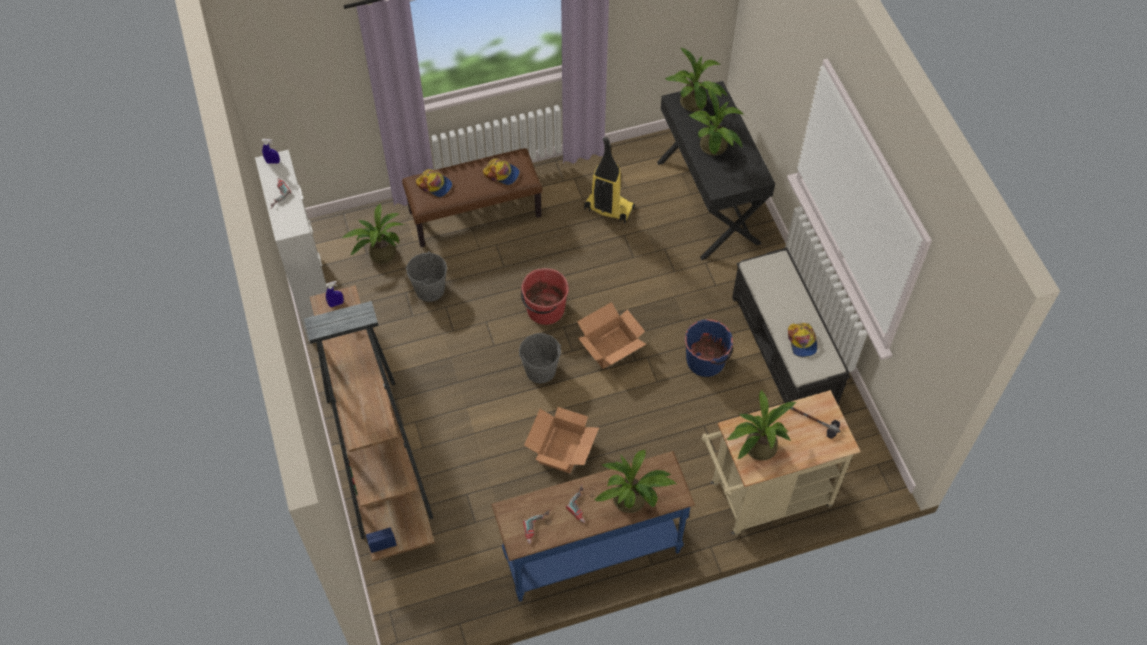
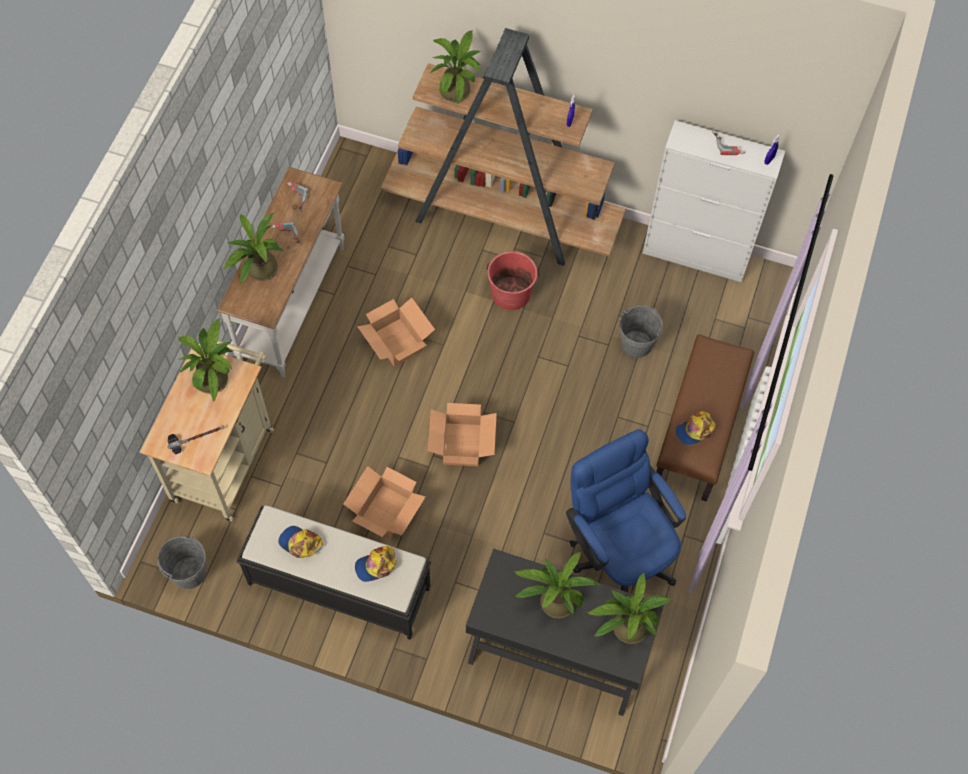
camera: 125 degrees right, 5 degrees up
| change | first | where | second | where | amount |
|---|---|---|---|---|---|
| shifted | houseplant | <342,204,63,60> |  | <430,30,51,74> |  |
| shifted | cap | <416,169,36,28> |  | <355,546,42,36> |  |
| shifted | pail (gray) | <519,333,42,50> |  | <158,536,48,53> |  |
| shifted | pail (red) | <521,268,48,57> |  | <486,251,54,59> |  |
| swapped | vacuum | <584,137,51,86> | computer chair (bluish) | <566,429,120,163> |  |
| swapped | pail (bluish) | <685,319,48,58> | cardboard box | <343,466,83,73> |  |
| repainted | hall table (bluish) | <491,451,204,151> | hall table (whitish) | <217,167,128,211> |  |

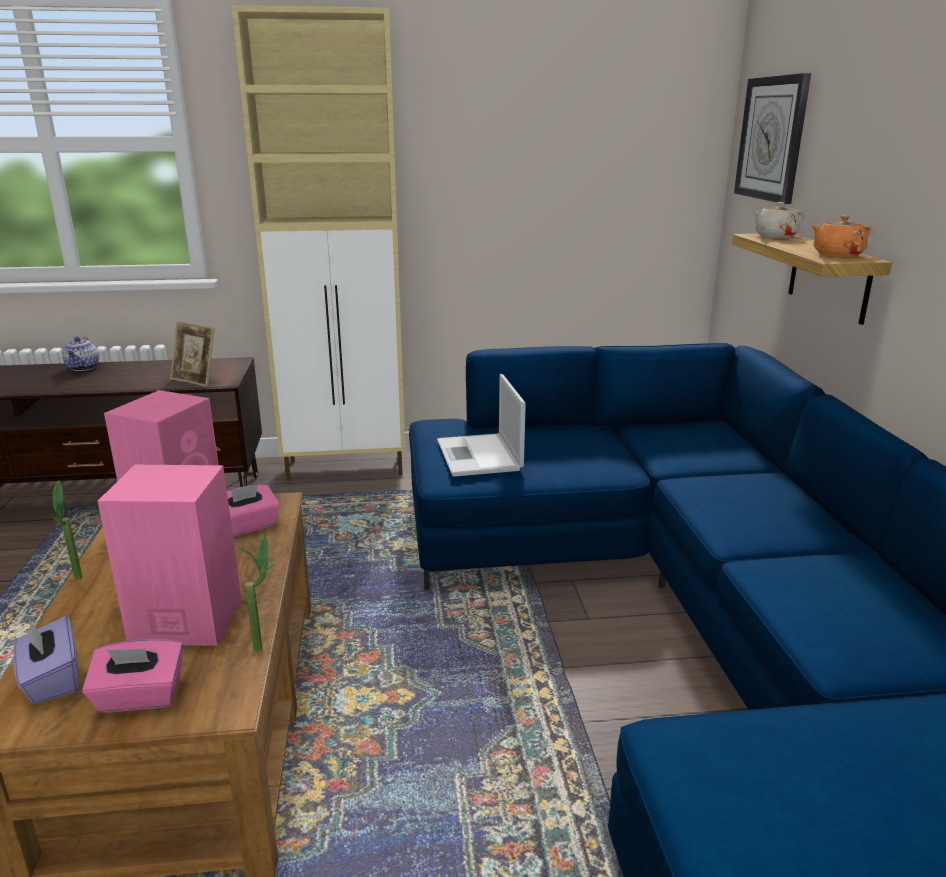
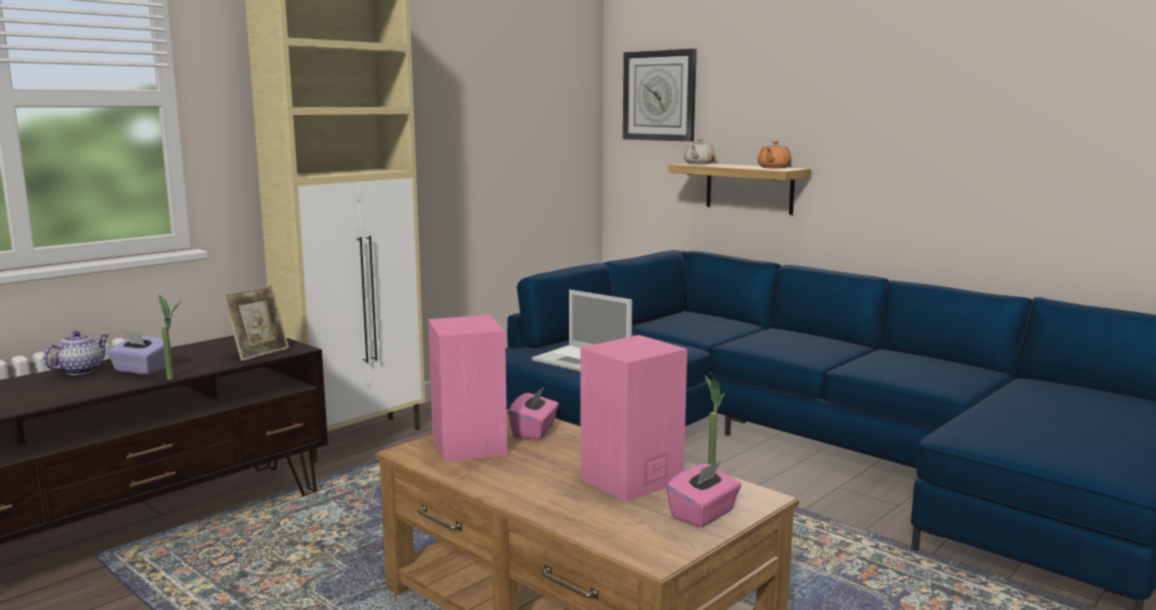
camera: 40 degrees left, 10 degrees down
| change | first | where | second | where | amount |
|---|---|---|---|---|---|
| shifted | tissue holder (purplish) | <14,616,65,88> |  | <107,331,64,44> |  |
| shifted | houseplant | <48,480,35,100> |  | <159,295,22,84> |  |
| rotated | pot for tea | <62,337,37,34> |  | <43,331,66,44> | 105 degrees counterclockwise |
| rotated | standing frame | <170,321,45,66> |  | <223,286,66,75> | 45 degrees counterclockwise |

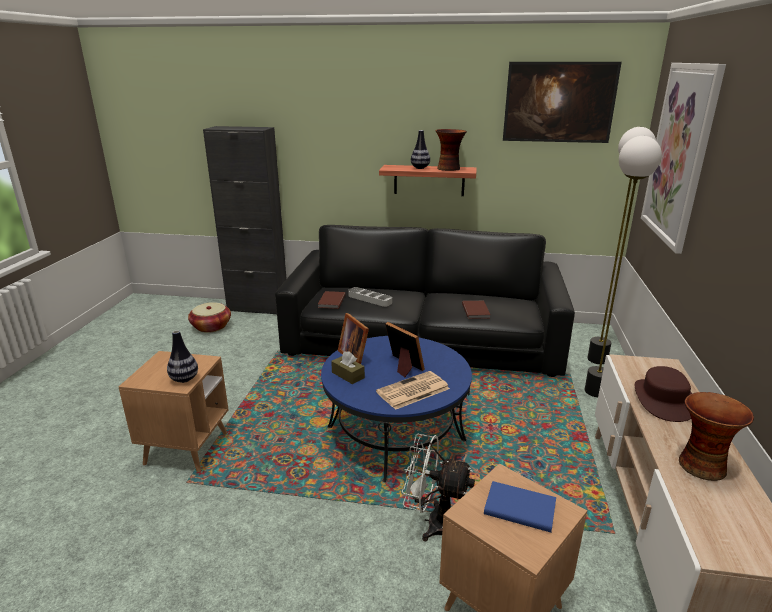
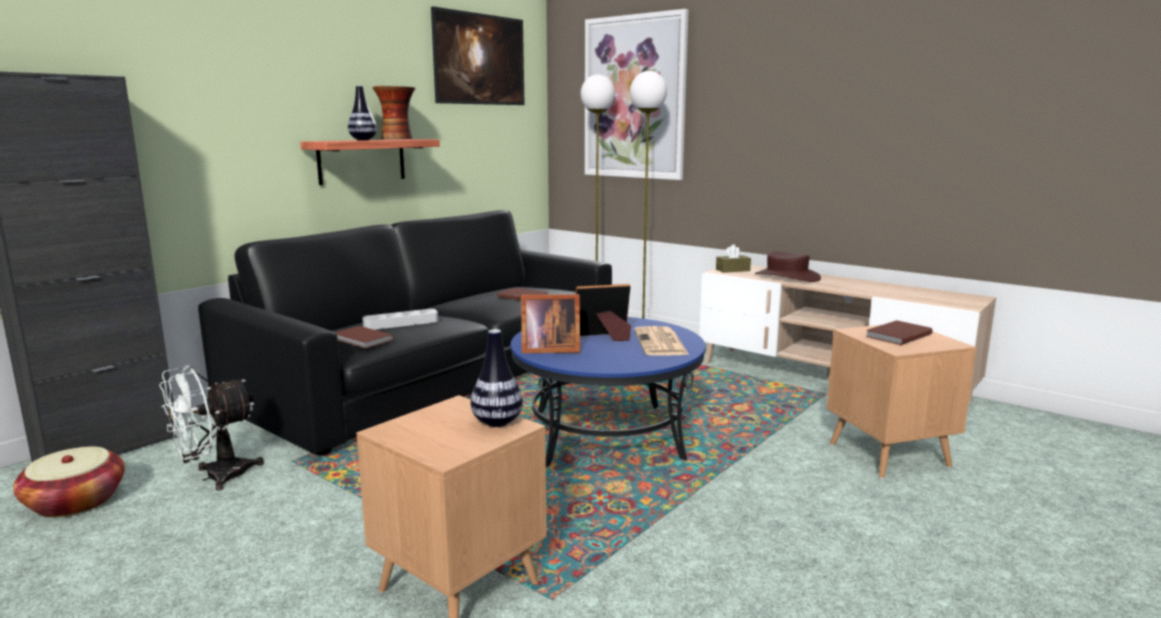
camera: 60 degrees left, 10 degrees down
| change | first | where | second | where | amount |
|---|---|---|---|---|---|
| gone | vase | <679,392,75,89> |  |  |  |
| shifted | tissue holder (brownish) | <331,351,34,33> |  | <716,245,35,28> |  |
| shifted | fan (whitish) | <402,434,73,107> |  | <159,366,105,125> |  |
| repainted | bound book (bluish) | <484,481,72,51> | bound book (brownish) | <866,320,67,25> |  |

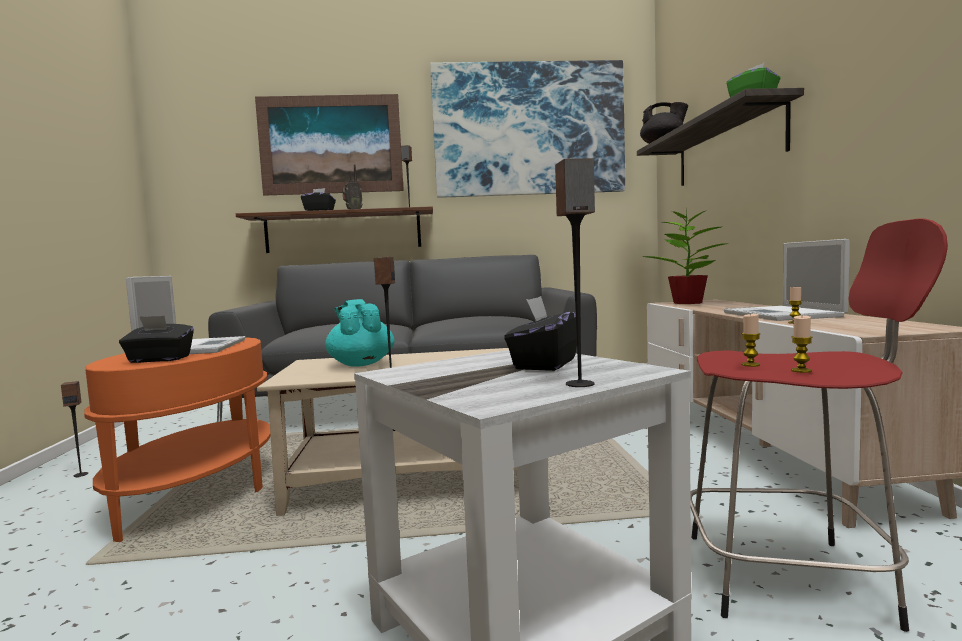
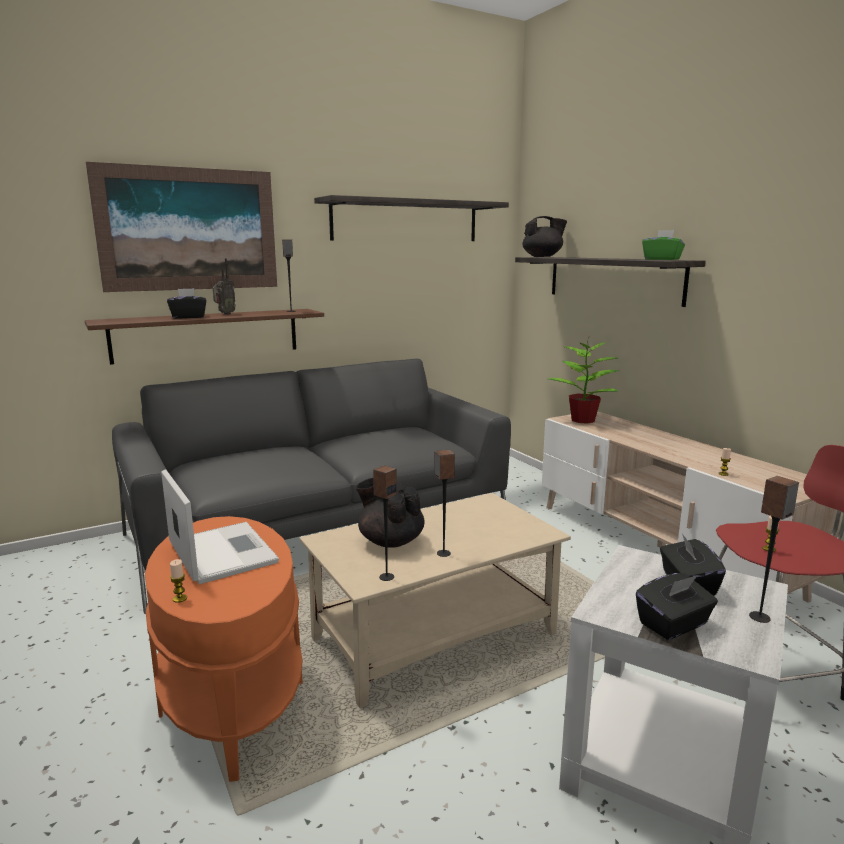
camera: 25 degrees left, 10 degrees up
| change | first | where | second | where | amount |
|---|---|---|---|---|---|
| gone | laptop | <724,239,126,82> |  |  |  |
| shifted | speaker | <61,381,27,96> |  | <373,465,24,116> |  |
| shifted | tissue holder (blackish) | <119,316,75,47> |  | <636,573,82,67> |  |
| shifted | wax light | <791,315,22,58> |  | <170,559,17,44> |  |
| swapped | wall art | <430,60,195,138> | shelf | <314,195,195,46> |  |
| repainted | pot for tea (turquoise-coloured) | <325,299,70,68> | pot for tea (blackish) | <356,478,68,70> |  |

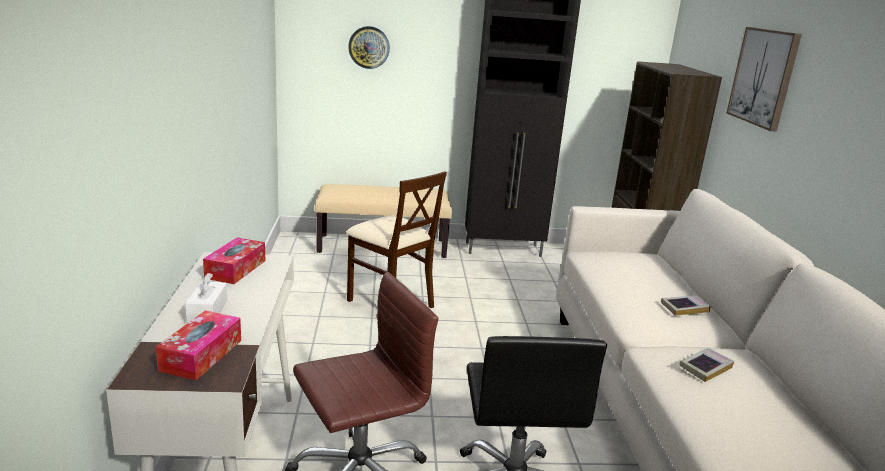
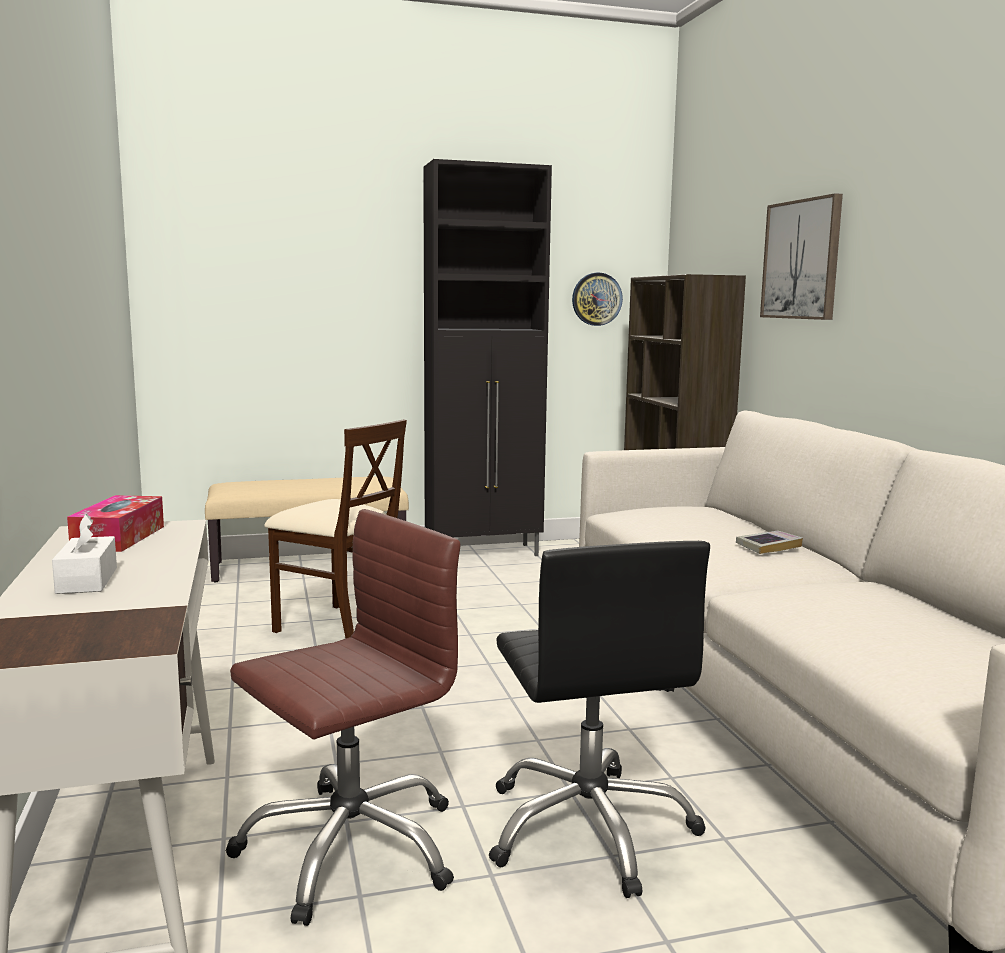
camera: 10 degrees left, 10 degrees down
| change | first | where | second | where | amount |
|---|---|---|---|---|---|
| gone | tissue holder | <156,311,85,69> |  |  |  |
| gone | bound book | <679,348,56,34> |  |  |  |
| shifted | wall clock | <348,26,42,43> |  | <572,273,51,53> |  |

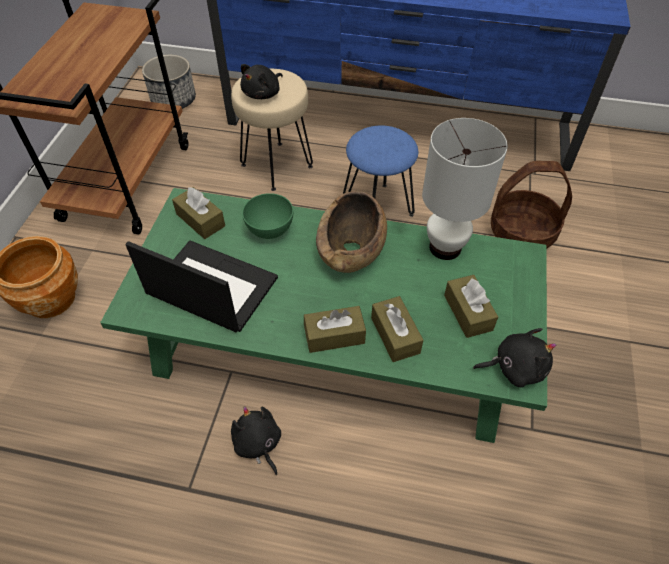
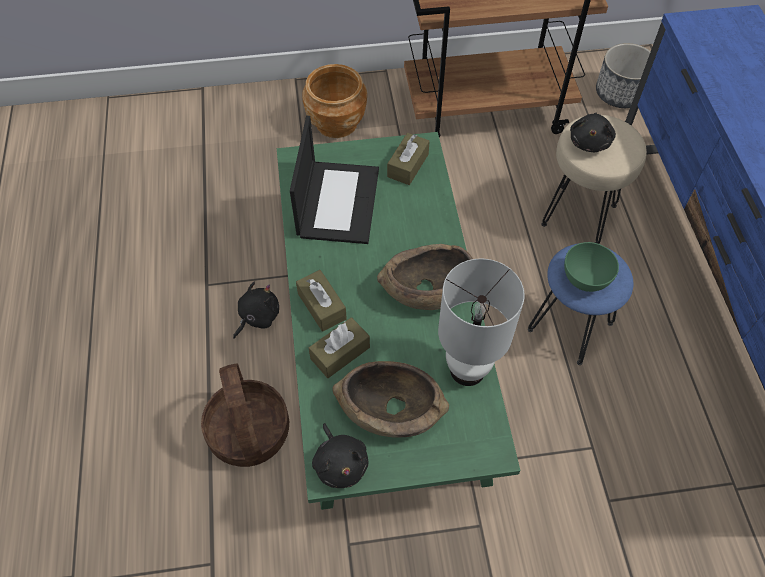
camera: 70 degrees right, 5 degrees up
| change | first | where | second | where | amount |
|---|---|---|---|---|---|
| shifted | deep dish (green) | <242,193,51,46> |  | <564,242,55,50> |  |
| shifted | household basket | <491,161,81,88> |  | <201,363,88,104> |  |
| swapped | tissue holder (brownish) | <444,275,54,63> | deep dish (brownish) | <332,361,117,76> |  |
| rotated | plush toy (blackish) | <240,64,43,35> |  | <570,113,46,39> | 90 degrees counterclockwise |

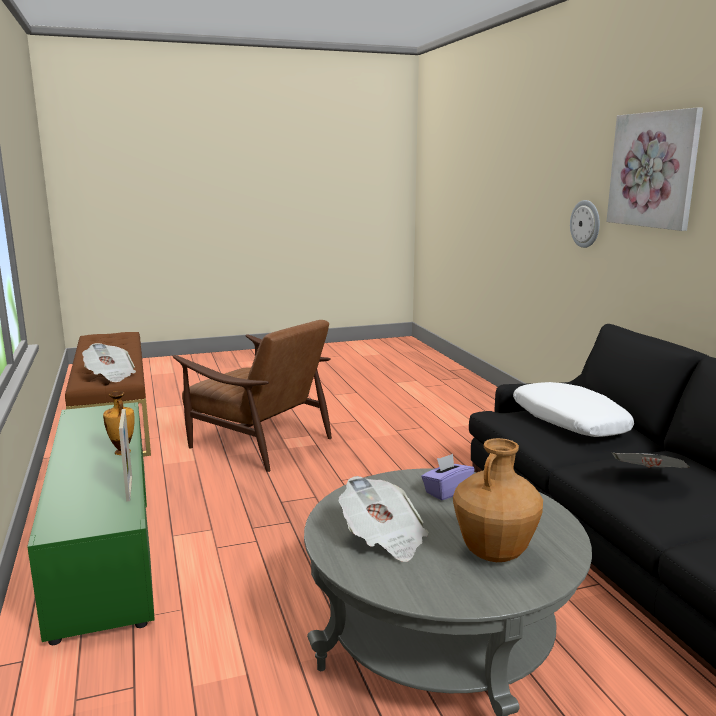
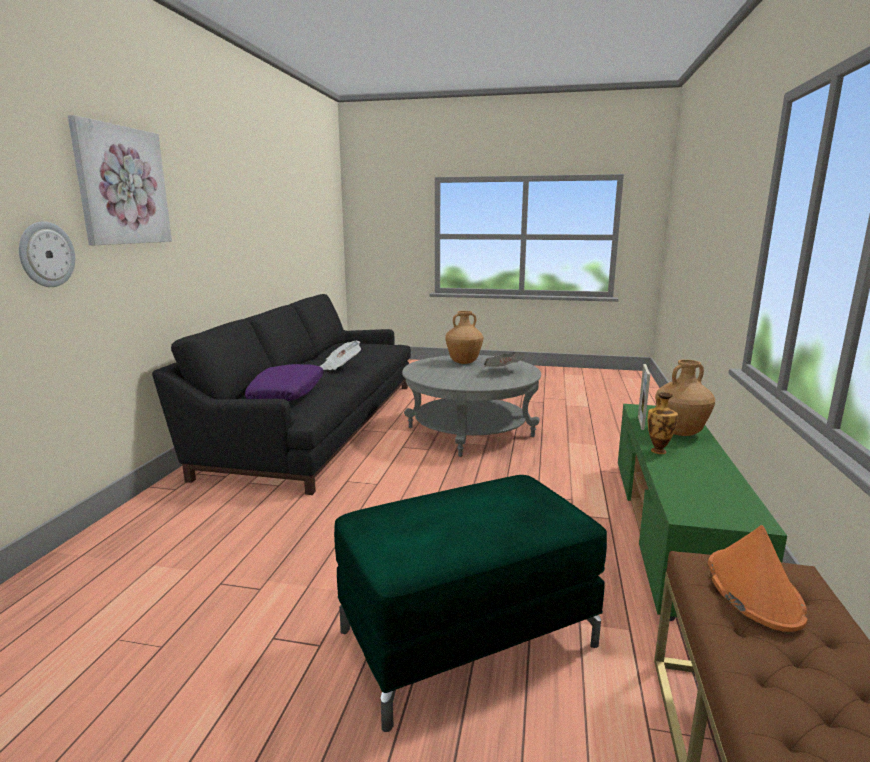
camera: 150 degrees left, 0 degrees up
| change | first | where | second | where | amount |
|---|---|---|---|---|---|
| gone | tissue holder (purplish) | <421,454,54,47> |  |  |  |
| new |  |  | vase (brownish) | <655,359,60,77> |  |
| swapped | newspaper | <82,343,54,39> | hat (orangey) | <708,525,100,107> |  |
| swapped | lounge chair (brownish) | <172,320,160,152> | footrest (green) | <334,475,273,257> |  |
| repainted | pillow (whitish) | <513,382,121,55> | pillow (purplish) | <245,364,79,37> |  |

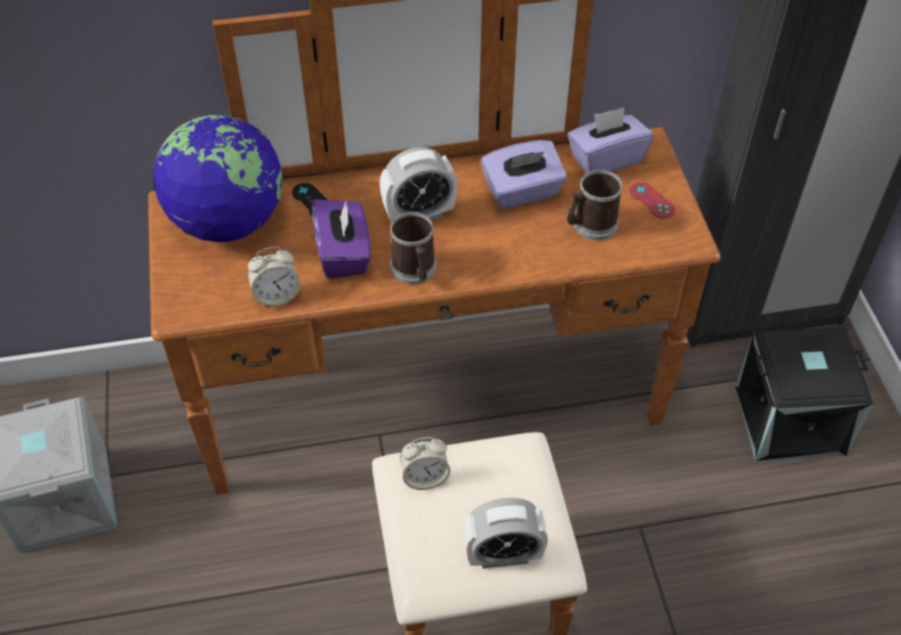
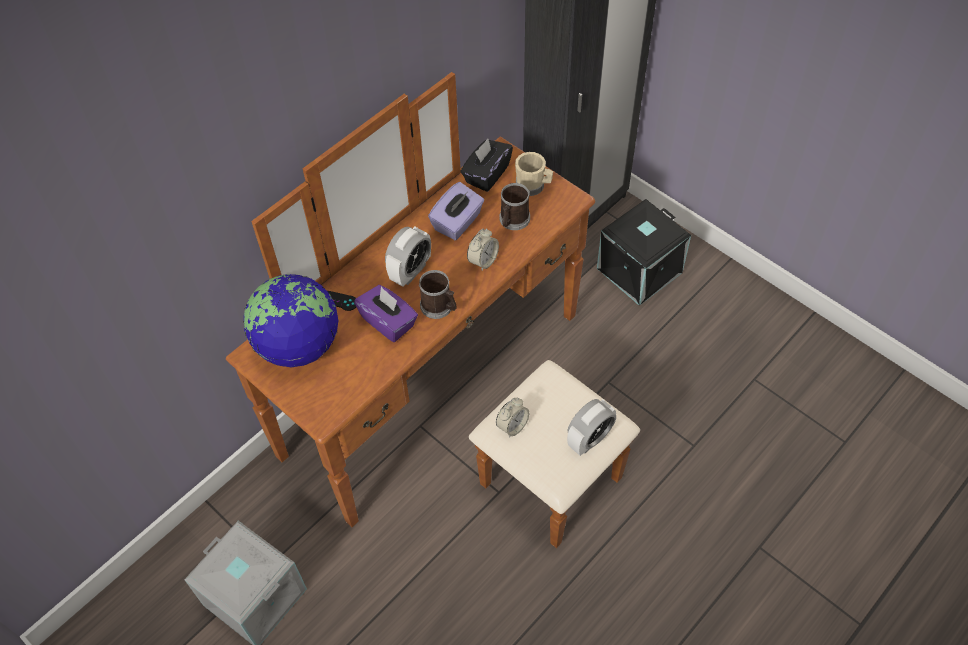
camera: 35 degrees left, 5 degrees up
| change | first | where | second | where | amount |
|---|---|---|---|---|---|
| shifted | table clock | <248,247,52,60> |  | <467,228,32,43> |  |
| swapped | gamepad (red) | <630,182,46,37> | mug (beige-coloured) | <515,152,38,44> |  |
| repainted | tissue holder (purplish) | <567,107,86,66> | tissue holder (blackish) | <461,139,52,53> |  |

